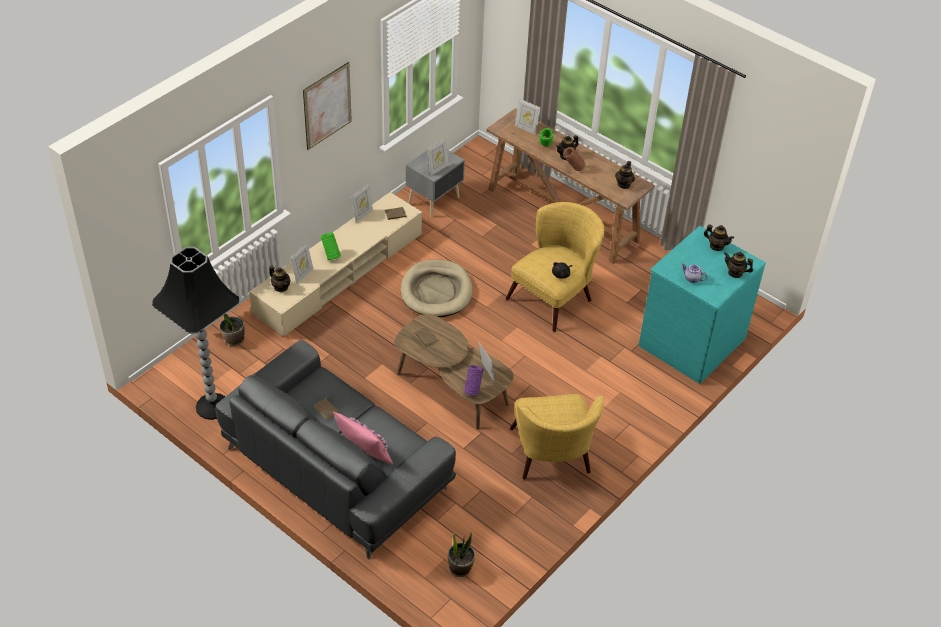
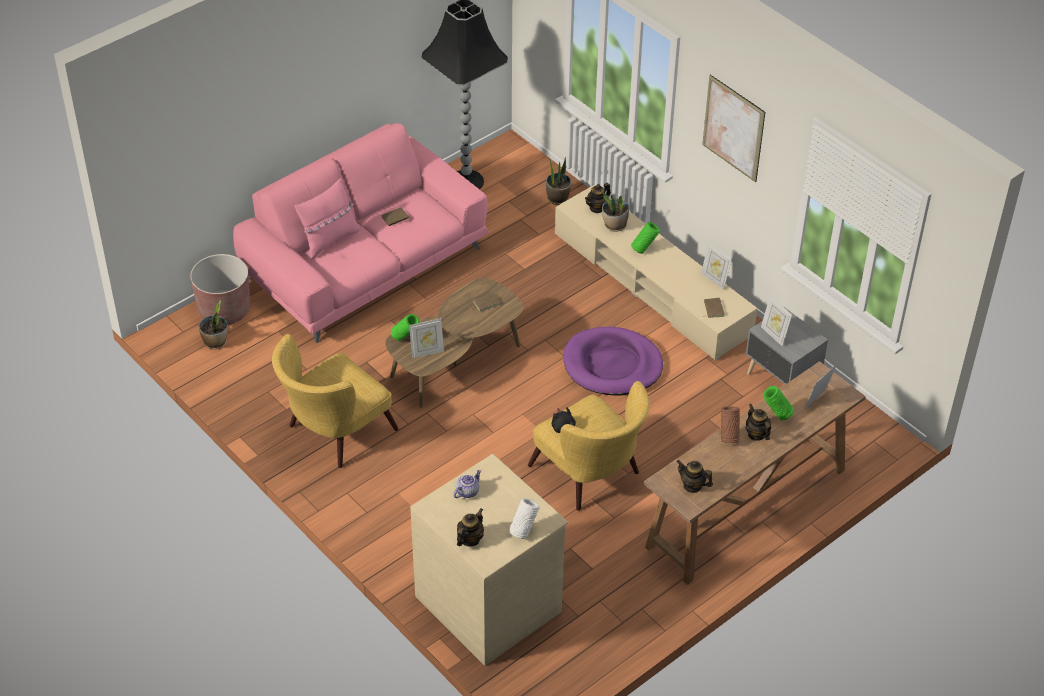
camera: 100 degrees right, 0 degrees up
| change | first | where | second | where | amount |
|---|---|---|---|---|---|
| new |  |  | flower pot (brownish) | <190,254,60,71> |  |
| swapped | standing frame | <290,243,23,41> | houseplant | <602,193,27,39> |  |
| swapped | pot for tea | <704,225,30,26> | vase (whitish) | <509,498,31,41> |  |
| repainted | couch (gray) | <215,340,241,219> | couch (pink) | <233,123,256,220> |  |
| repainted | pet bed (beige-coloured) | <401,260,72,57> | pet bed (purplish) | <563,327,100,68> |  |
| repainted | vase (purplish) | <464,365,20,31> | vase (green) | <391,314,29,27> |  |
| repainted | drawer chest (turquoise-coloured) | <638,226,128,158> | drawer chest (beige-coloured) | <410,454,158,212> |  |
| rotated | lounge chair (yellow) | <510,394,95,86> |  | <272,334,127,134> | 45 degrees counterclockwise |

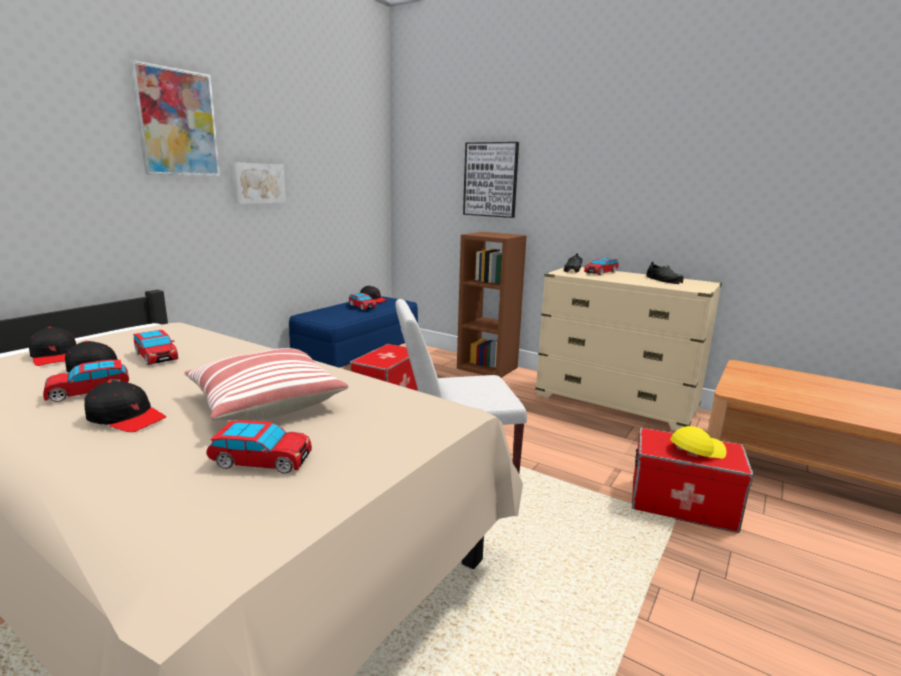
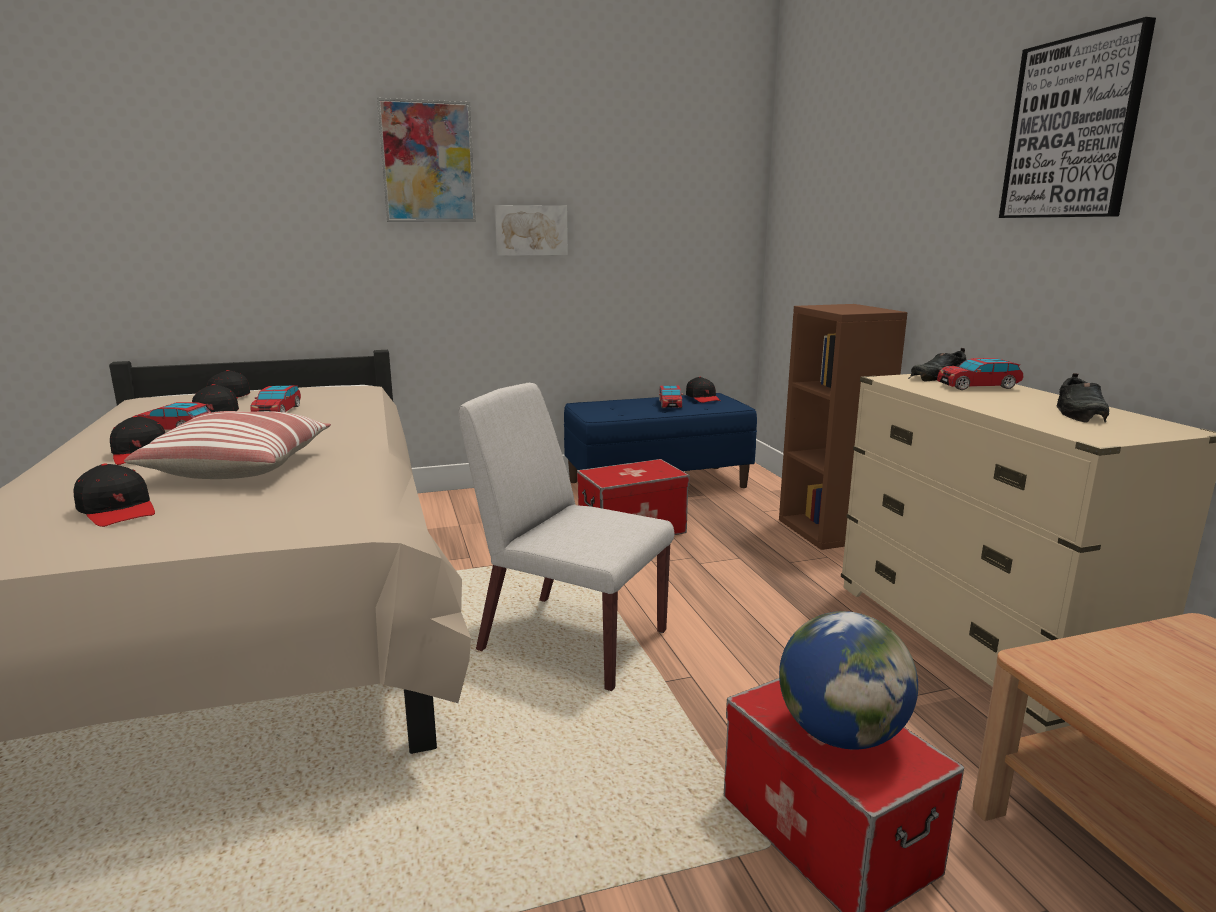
camera: 40 degrees right, 0 degrees up
| change | first | where | second | where | amount |
|---|---|---|---|---|---|
| shifted | wall art | <463,142,56,76> |  | <999,17,157,201> |  |
| swapped | toy car | <206,420,106,54> | cap (blackish) | <73,463,82,64> |  |
| swapped | cap (yellow) | <670,426,56,33> | desk globe | <779,611,139,139> |  |

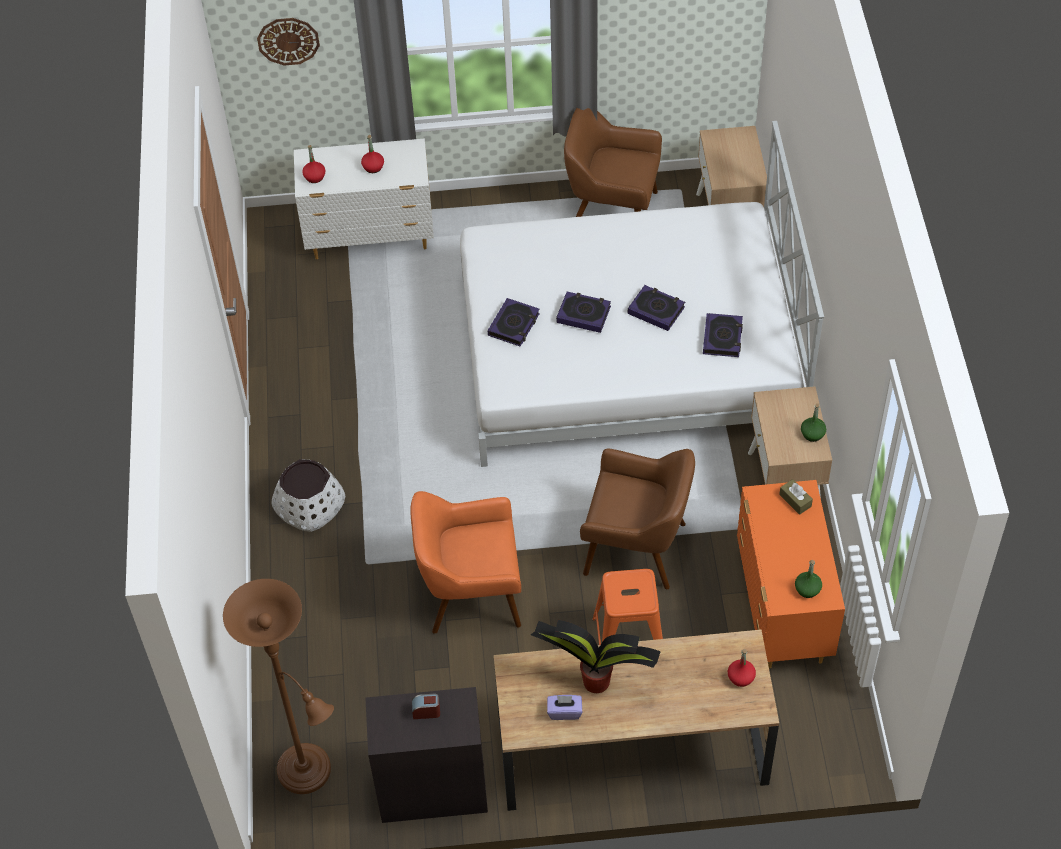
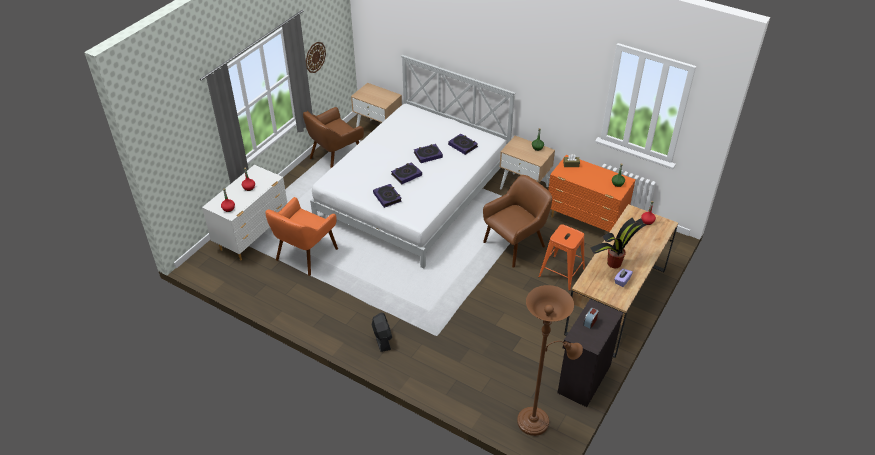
camera: 55 degrees left, 10 degrees down
| change | first | where | second | where | amount |
|---|---|---|---|---|---|
| shifted | wall clock | <257,18,63,48> |  | <306,42,20,31> |  |
| shifted | lounge chair (orangey) | <410,491,111,143> |  | <266,197,72,79> |  |
| swapped | flower pot (whitish) | <272,459,73,73> | fan (blackish) | <372,313,20,39> |  |

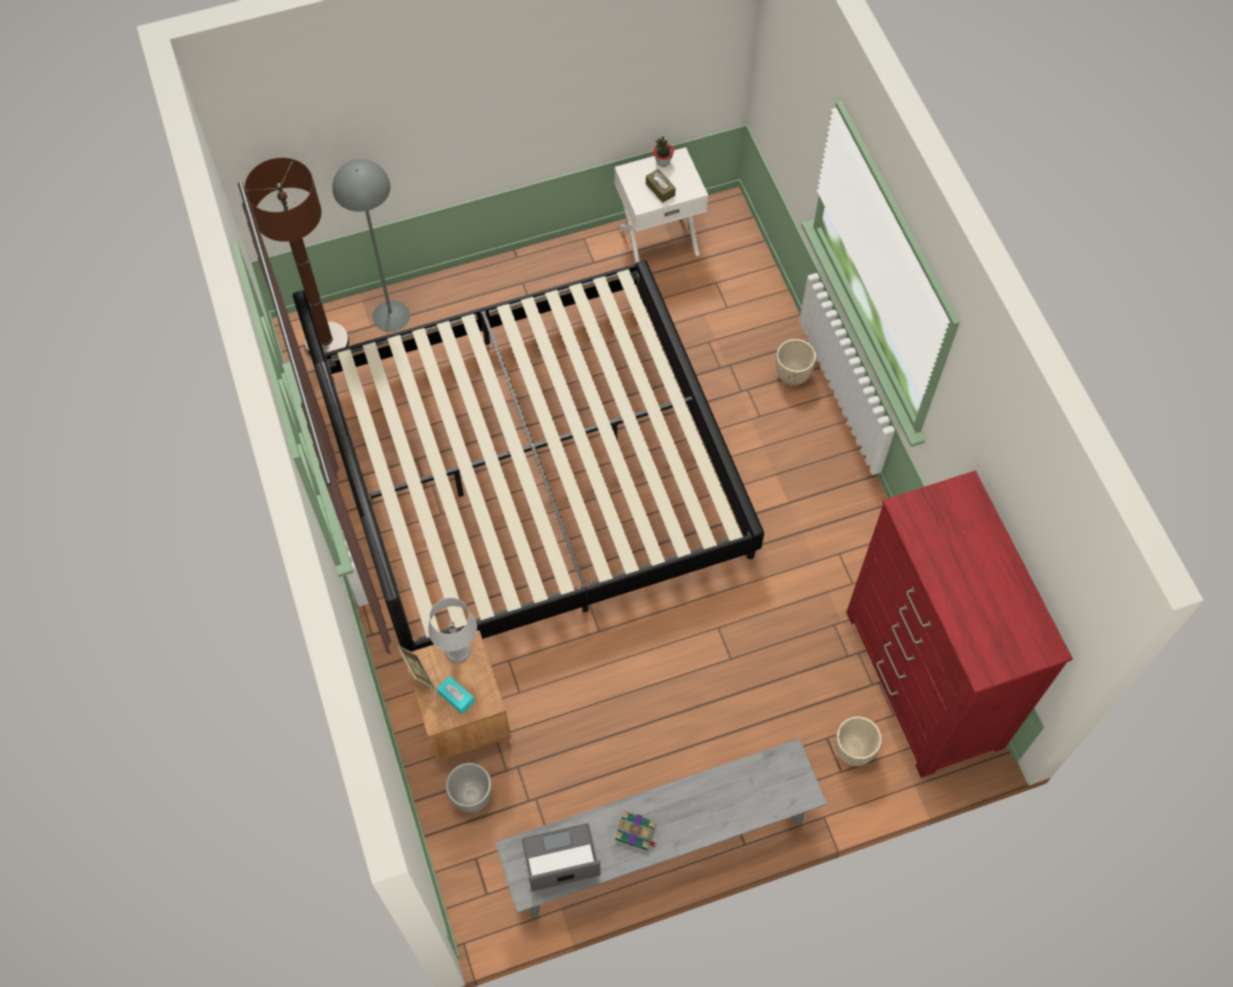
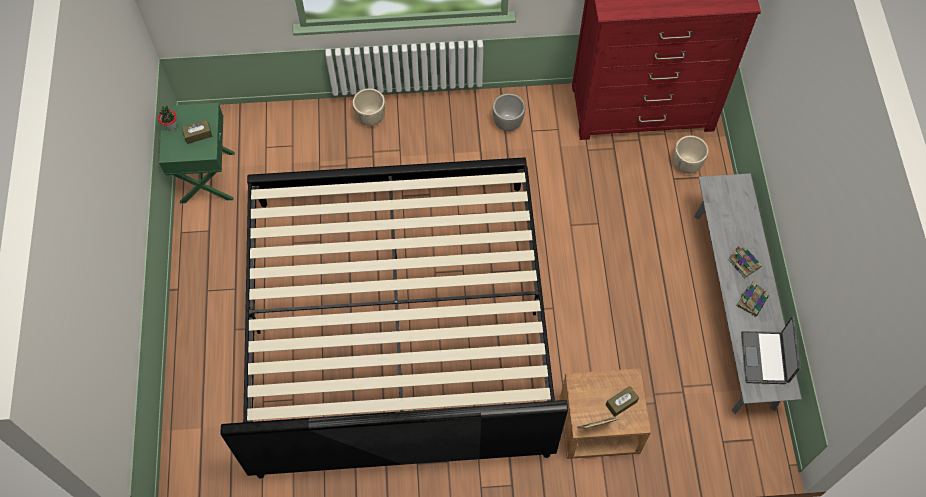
camera: 75 degrees left, 0 degrees up
| change | first | where | second | where | amount |
|---|---|---|---|---|---|
| gone | floor lamp (brownish) | <244,158,105,198> |  |  |  |
| gone | floor lamp (gray) | <332,159,78,173> |  |  |  |
| gone | table lamp (gray) | <428,598,49,65> |  |  |  |
| new |  |  | bound book | <728,247,34,32> |  |
| shifted | flower pot (gray) | <446,763,46,50> |  | <493,93,32,38> |  |
| repainted | tissue holder (turquoise-coloured) | <437,676,38,39> | tissue holder (brownish) | <606,386,33,31> |  |
| repainted | night table (whitish) | <615,147,93,116> | night table (green) | <159,103,76,100> |  |

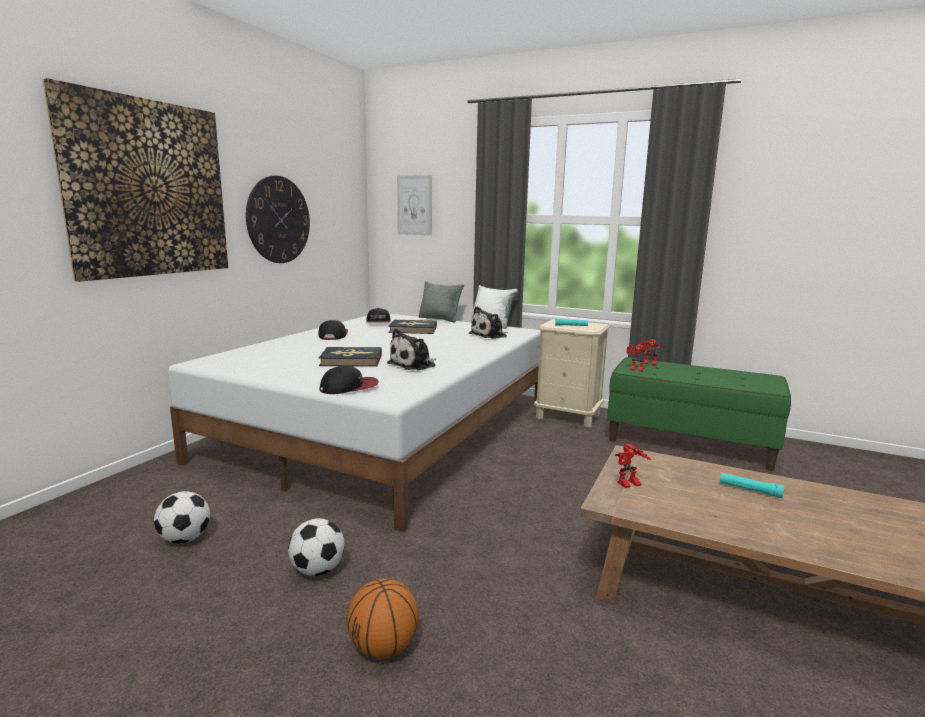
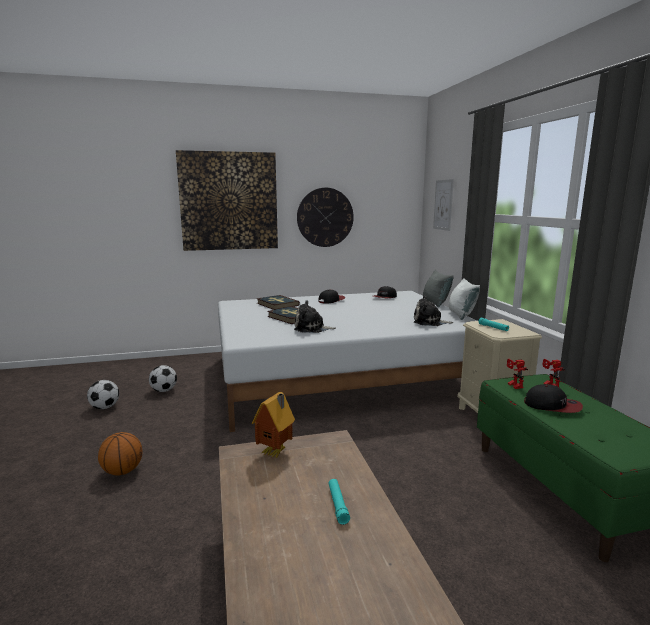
camera: 50 degrees right, 0 degrees up
| change | first | where | second | where | amount |
|---|---|---|---|---|---|
| shifted | football ball | <288,518,57,58> |  | <87,380,32,29> |  |
| shifted | cap | <319,365,60,29> |  | <524,384,59,29> |  |
| shifted | bound book | <388,320,49,14> |  | <257,295,43,15> |  |
| swapped | model robot | <615,444,36,44> | model house | <252,392,43,66> |  |

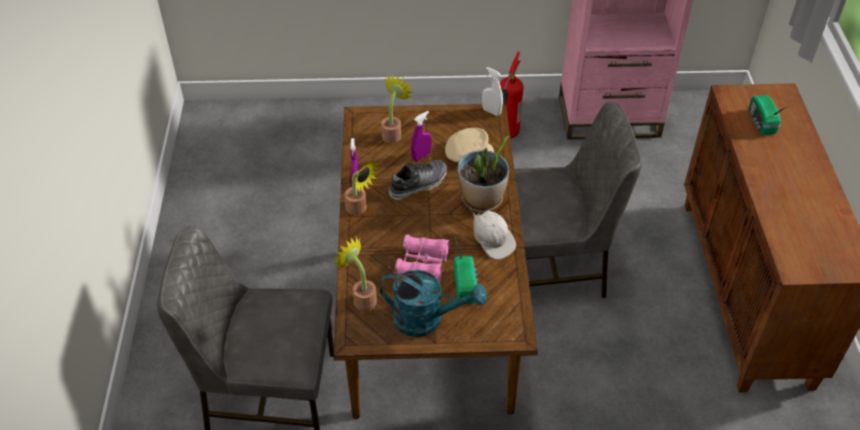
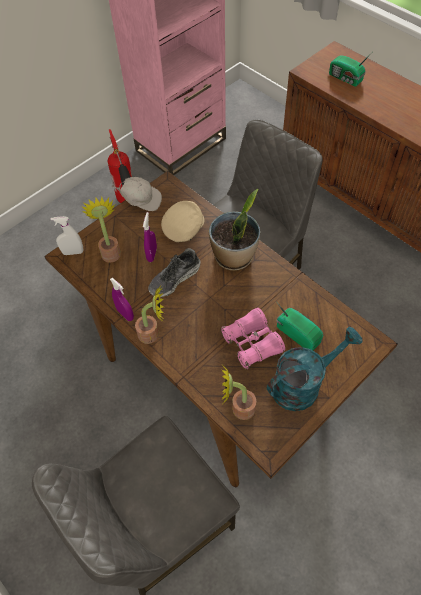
camera: 40 degrees left, 10 degrees up
| change | first | where | second | where | amount |
|---|---|---|---|---|---|
| shifted | cap (whitish) | <470,208,46,52> |  | <111,177,51,34> |  |
| shifted | spray bottle (whitish) | <482,67,21,49> |  | <50,216,34,39> |  |
| rotated | item of footwear | <389,160,58,40> |  | <148,248,52,49> | 150 degrees counterclockwise |

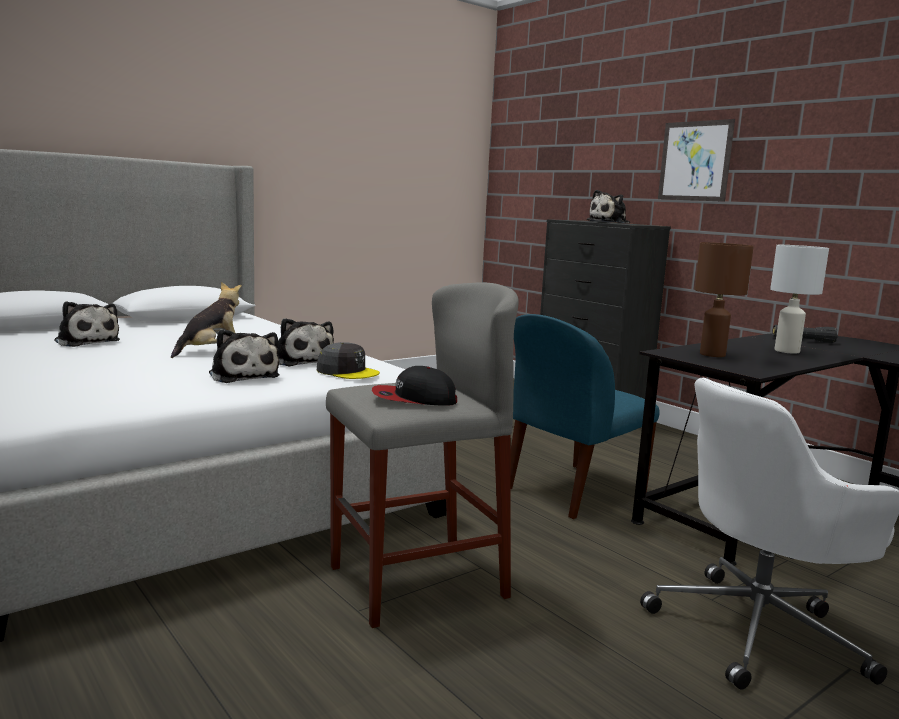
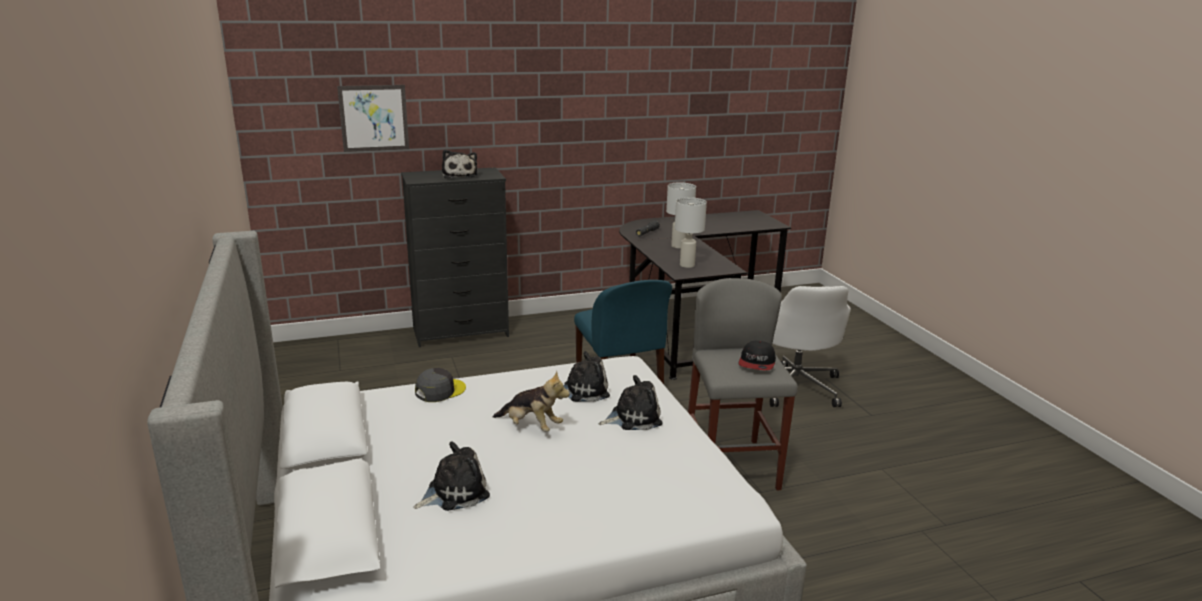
camera: 70 degrees left, 10 degrees up
| change | first | where | second | where | amount |
|---|---|---|---|---|---|
| shifted | cap (gray) | <317,342,63,37> |  | <415,368,51,34> |  |
| shifted | wall art | <658,119,77,83> |  | <337,85,72,67> |  |
| repainted | table lamp (brownish) | <694,242,60,115> | table lamp (whitish) | <675,197,32,71> |  |
| rotated | plush toy | <171,282,71,76> |  | <493,371,77,61> | 150 degrees clockwise |

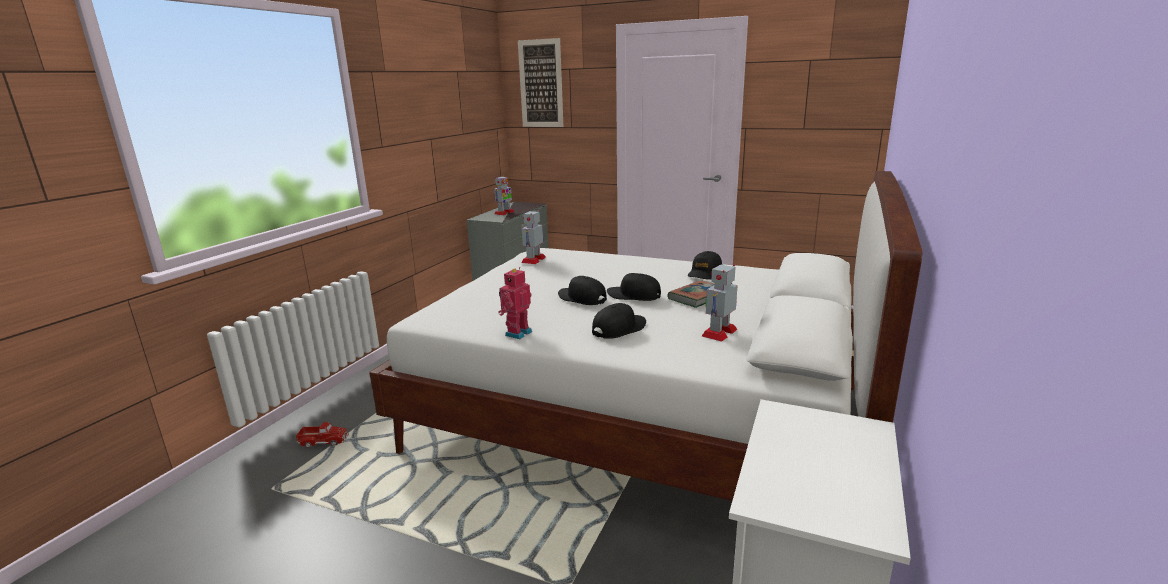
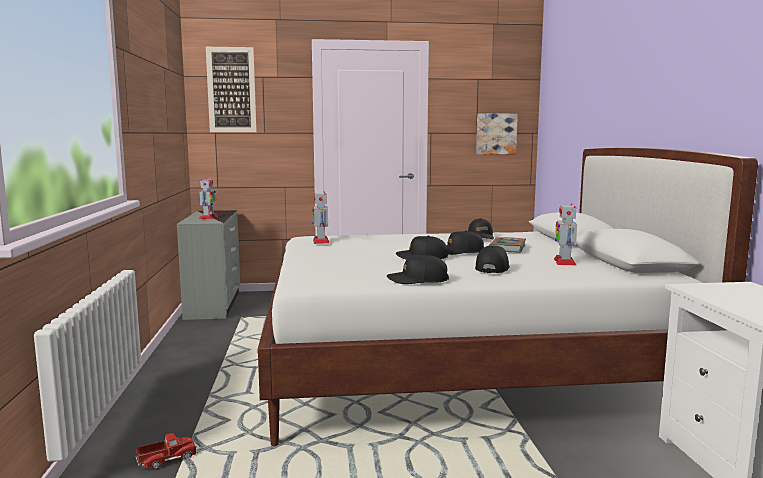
camera: 30 degrees left, 10 degrees down
| change | first | where | second | where | amount |
|---|---|---|---|---|---|
| new |  |  | wall art | <476,114,42,41> |  |
| swapped | model robot | <498,267,34,72> | cap (blackish) | <387,255,62,29> |  |

